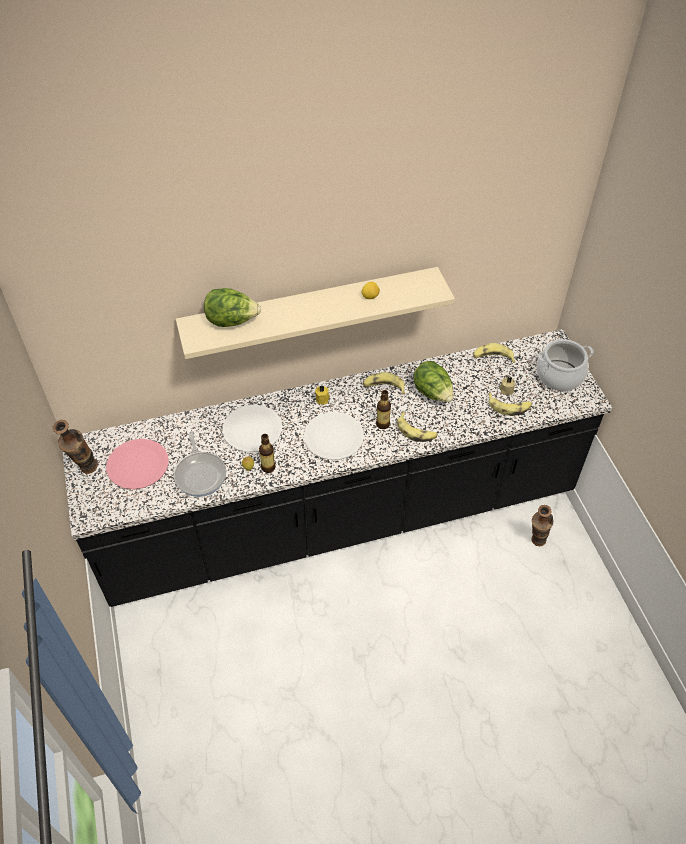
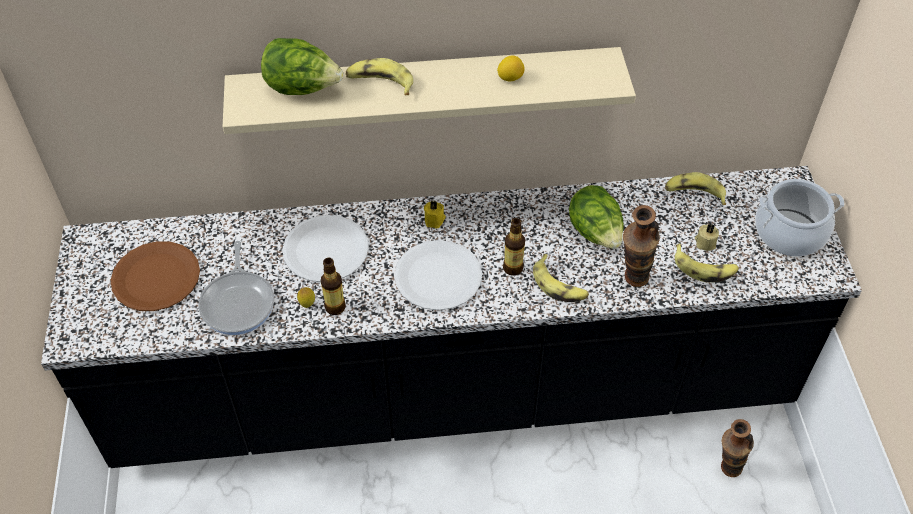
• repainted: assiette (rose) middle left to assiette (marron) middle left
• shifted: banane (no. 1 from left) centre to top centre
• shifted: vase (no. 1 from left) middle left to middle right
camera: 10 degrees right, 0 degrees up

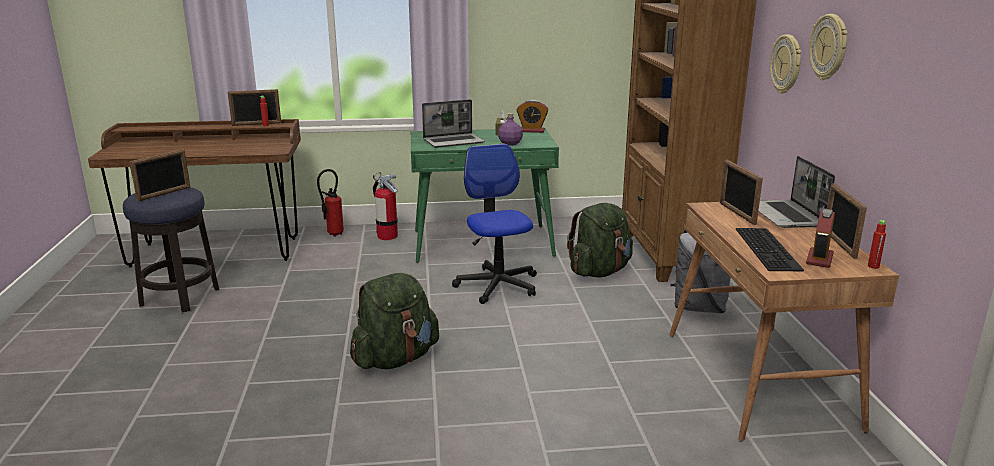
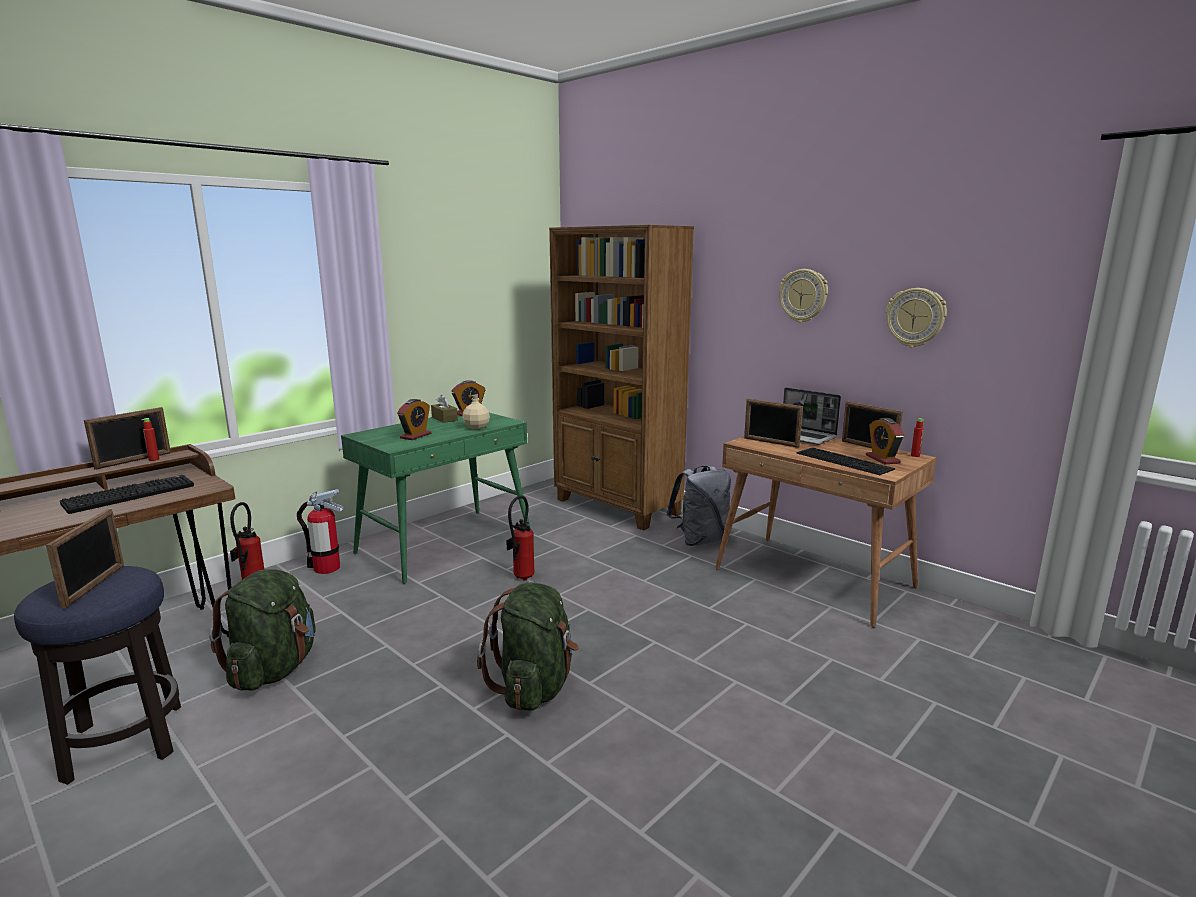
• new: clavier (no. 1 from left) middle left
• shifted: sac à dos (vert) (no. 2 from left in the first image) centre to sac à dos (vert) (no. 1 from left) bottom left
• swapped: ordinateur portable (no. 1 from left) top centre to réveil (no. 1 from left) centre
• repainted: bouteille (violet) top centre to bouteille (beige) centre
• swapped: chaise de bureau centre to extincteur (no. 3 from left) centre
• shifted: horloge murale (no. 1 from left in the first image) top right to horloge murale (no. 2 from left) middle right
camera: 40 degrees left, 5 degrees down

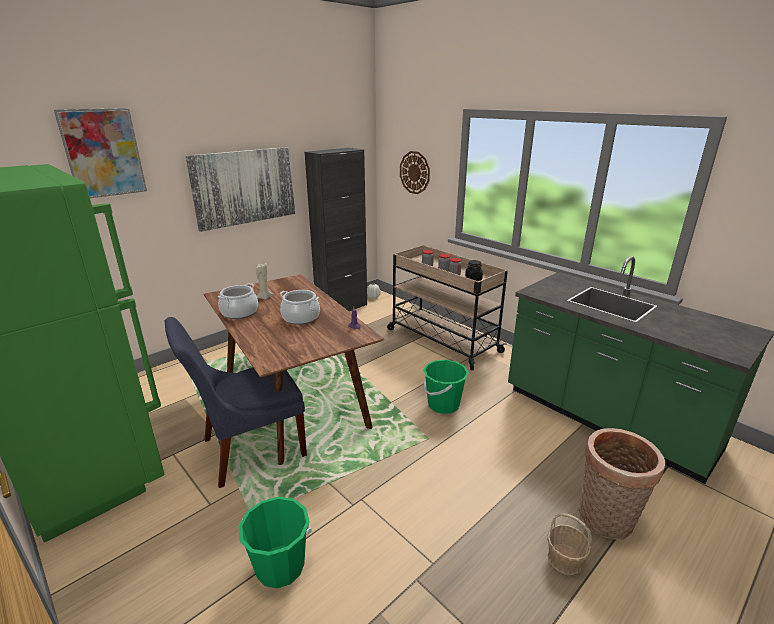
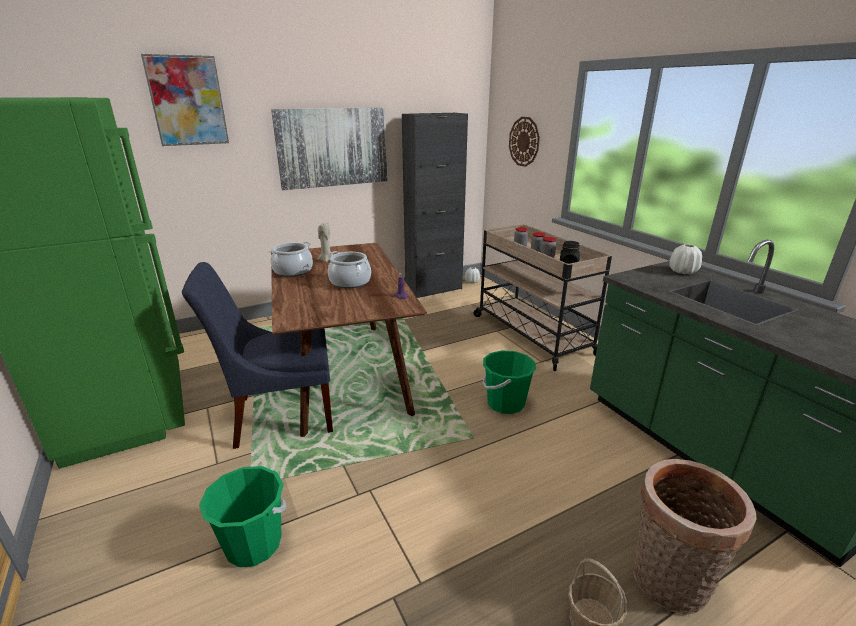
• new: vase (blanc) (no. 2 from left) middle right
camera: 15 degrees right, 0 degrees up

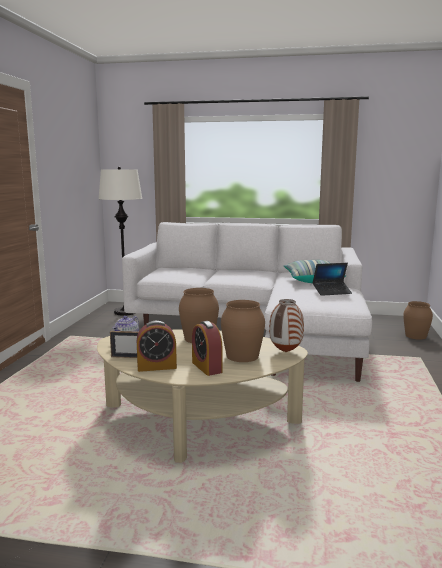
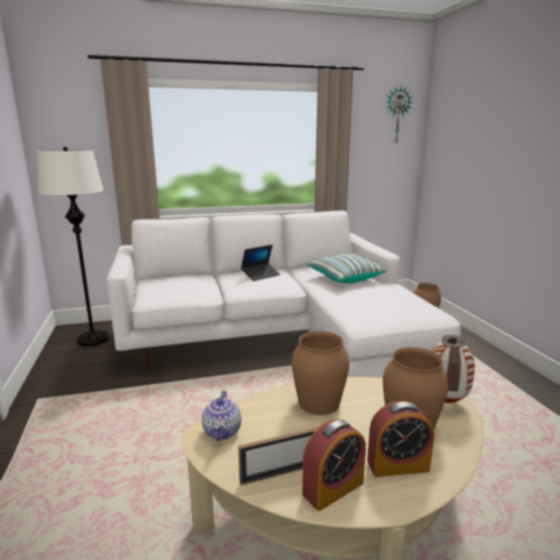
• shifted: ordinateur portable middle right to centre
• rotated: réveil (no. 2 from left) centre = bottom right 45 degrees counterclockwise
• new: horloge murale top right
camera: 25 degrees left, 5 degrees up

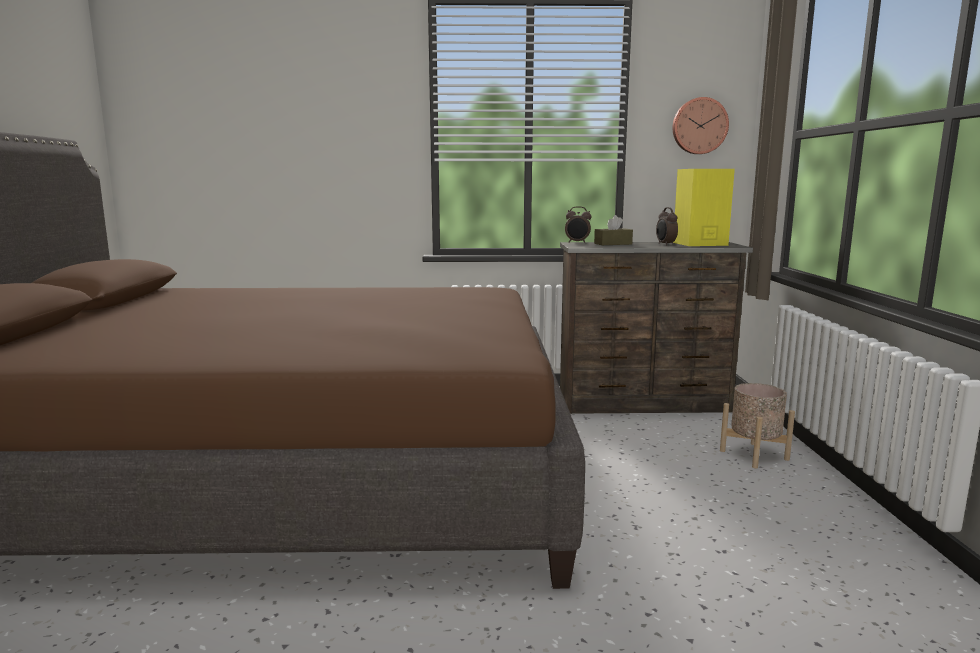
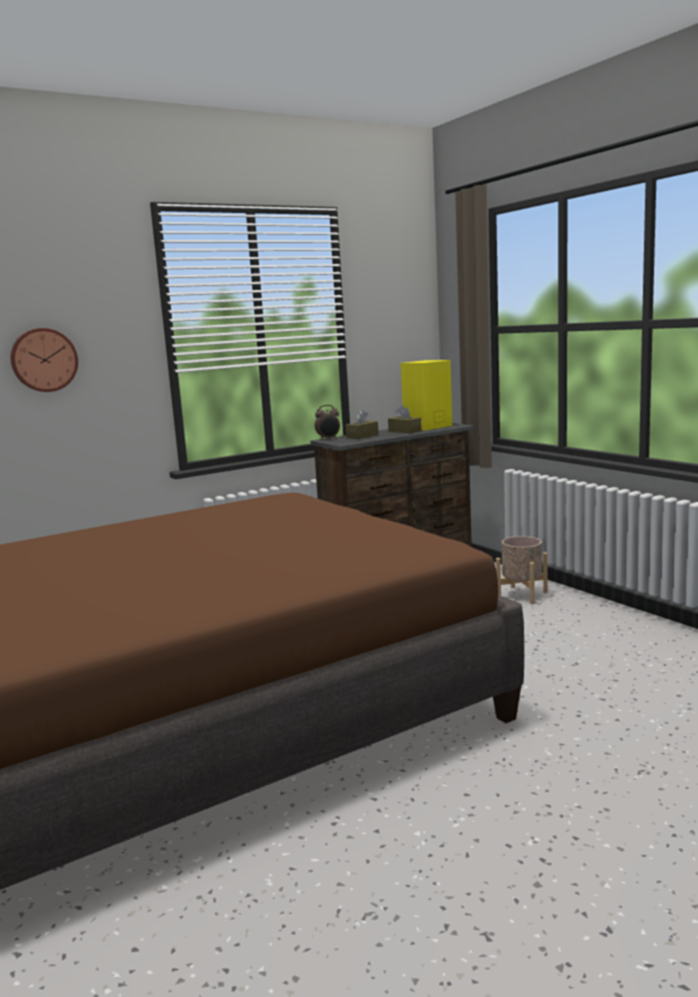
• shifted: horloge murale top right to middle left
• swapped: réveil (no. 2 from left) middle right to boîte à mouchoirs (marron) (no. 2 from left) centre
camera: 30 degrees left, 0 degrees up

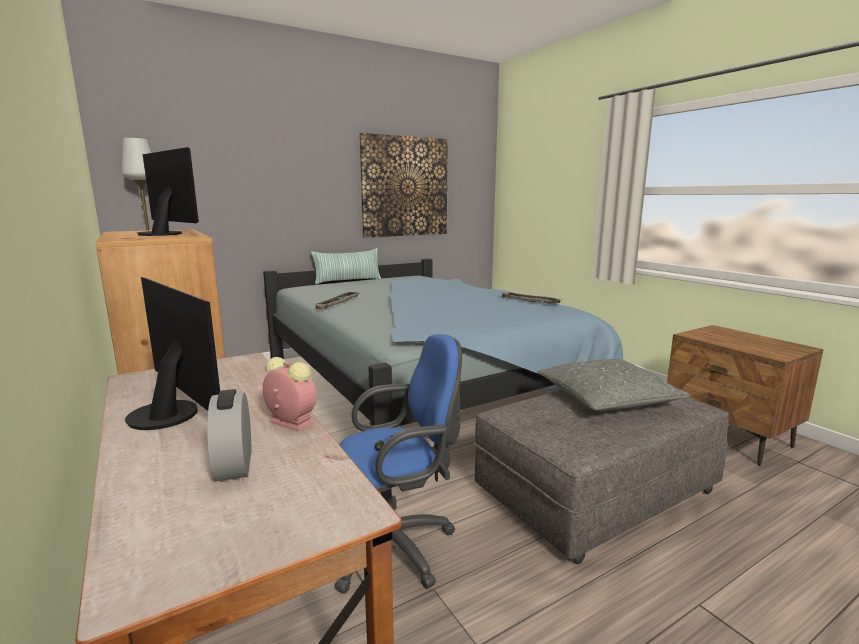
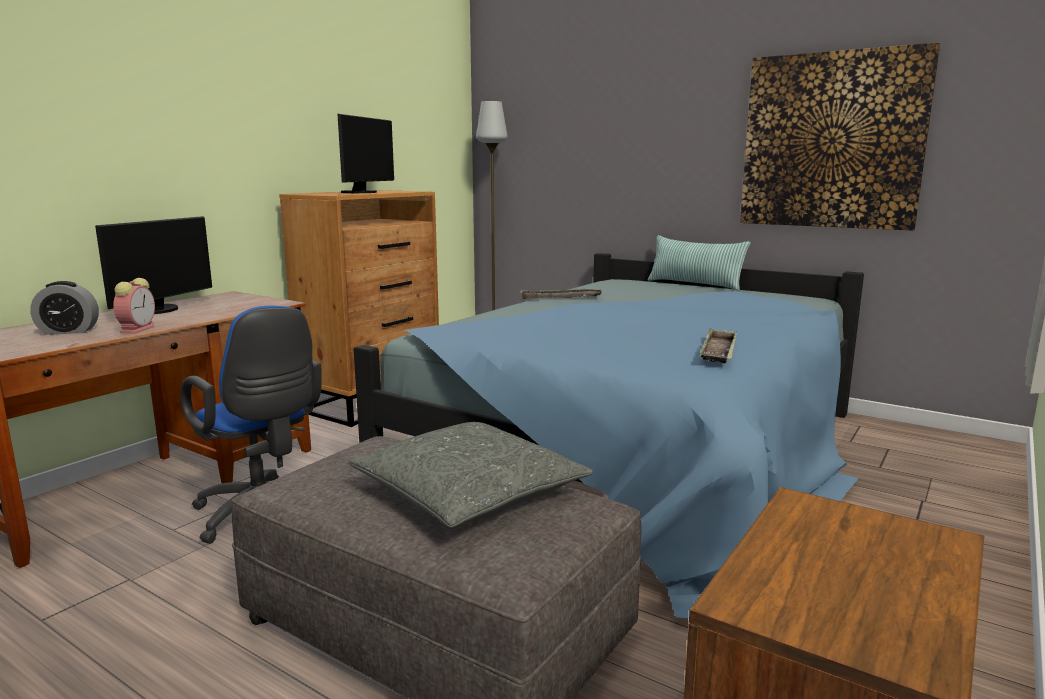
• rotated: réveil (no. 1 from left) bottom left = middle left 150 degrees counterclockwise
camera: 65 degrees right, 0 degrees up

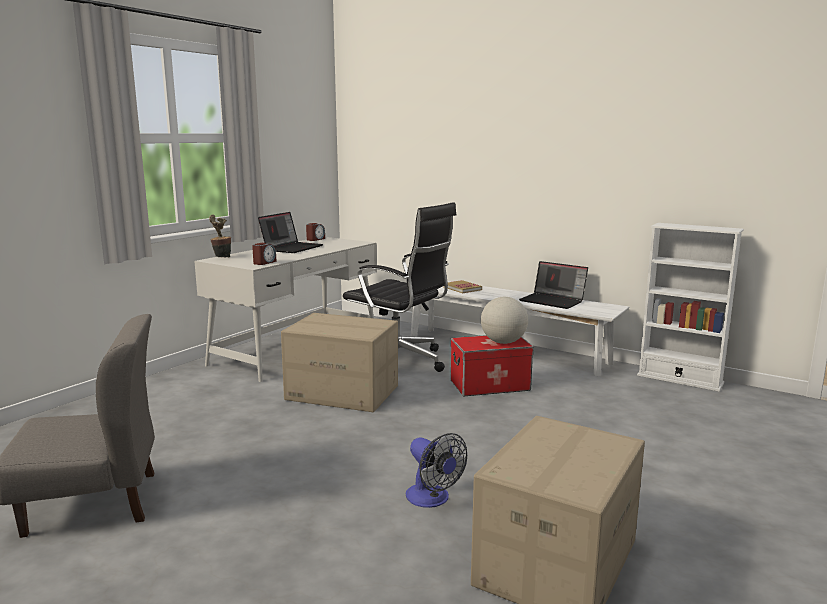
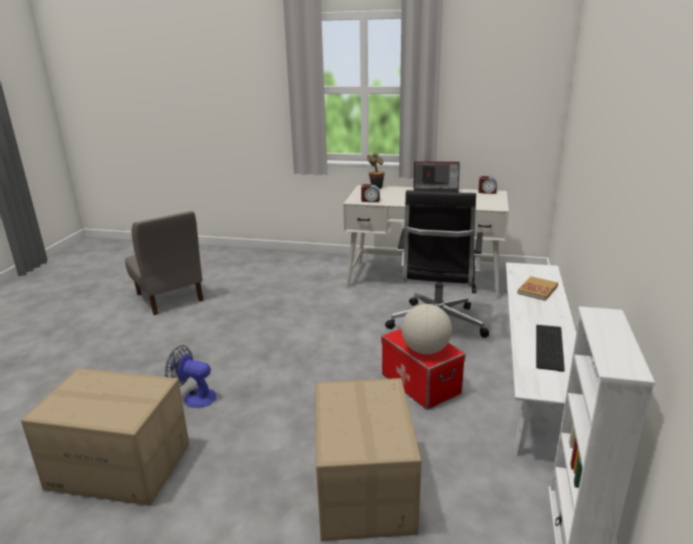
• rotated: ventilateur bottom centre = bottom left 75 degrees clockwise
• shifted: carton (no. 1 from left in the first image) centre to carton (no. 2 from left) bottom centre
• swapped: ordinateur portable (no. 2 from left) middle right to clavier middle right
camera: 70 degrees right, 10 degrees up

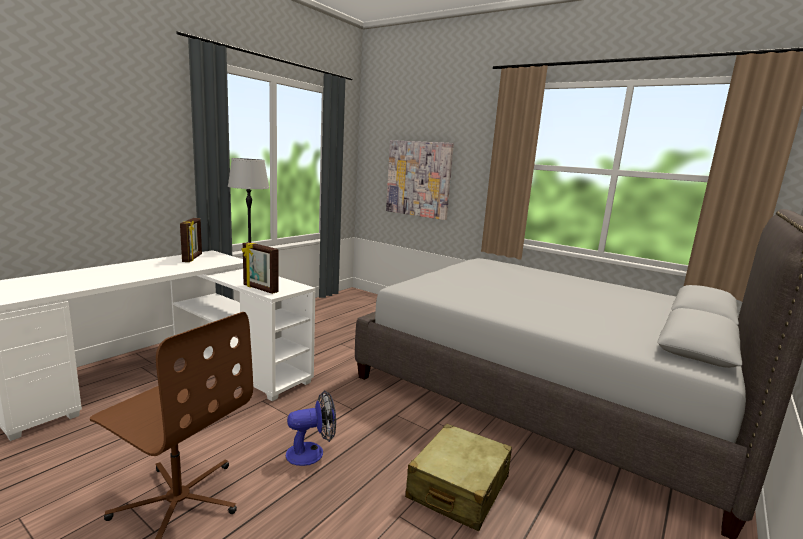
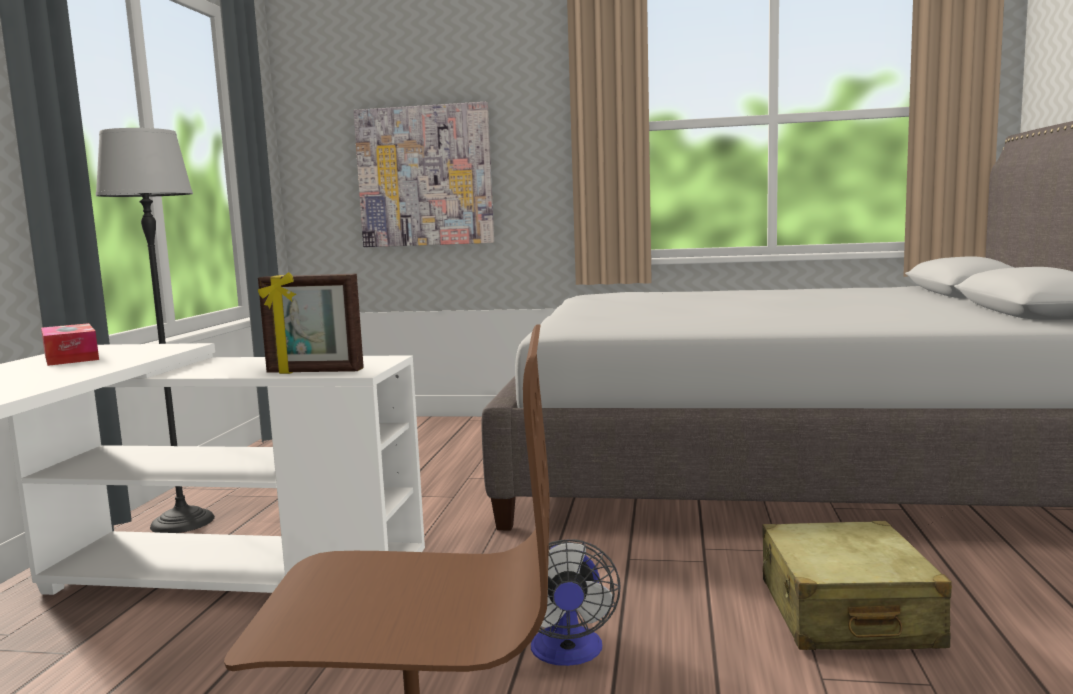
• swapped: cadre photo (no. 1 from left) middle left to boîte à mouchoirs middle left
• rotated: ventilateur bottom centre = bottom centre 135 degrees clockwise
camera: 25 degrees left, 5 degrees down

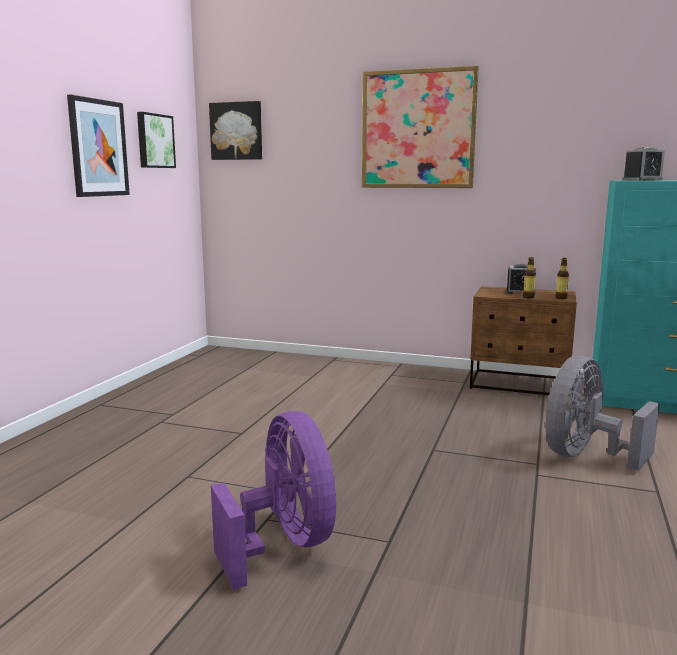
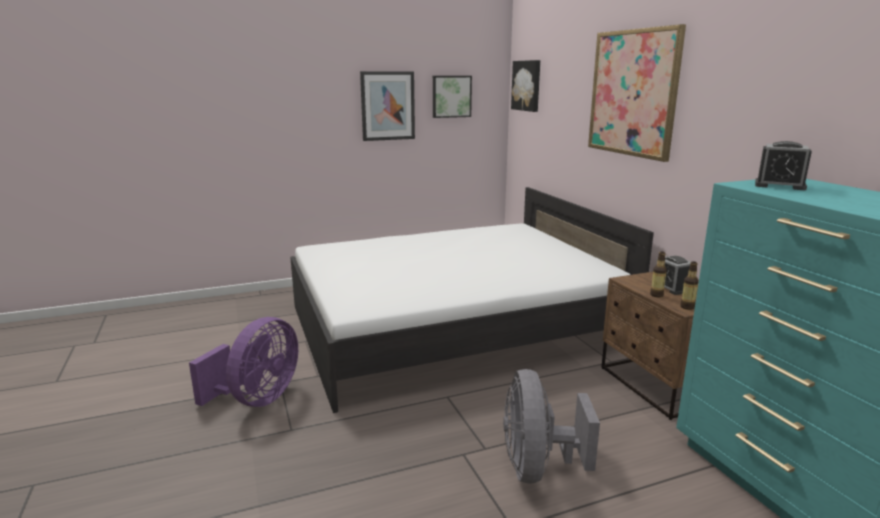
• new: lit (blanc) centre
• rotated: ventilateur (gris) middle right = bottom centre 90 degrees counterclockwise
camera: 50 degrees right, 5 degrees up

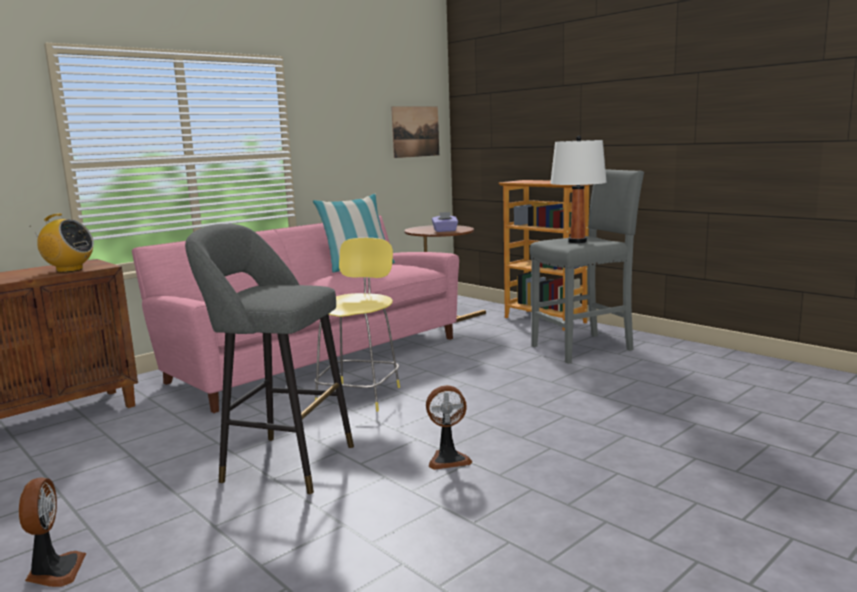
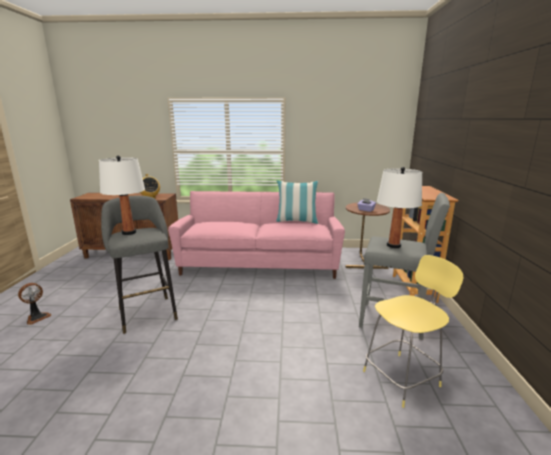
• new: lampe de table (blanc) (no. 1 from left) middle left
• shifted: tabouret (jaune) centre to bottom right
• gone: tableau top centre
• gone: ventilateur (no. 2 from left) bottom centre
camera: 45 degrees right, 5 degrees up

